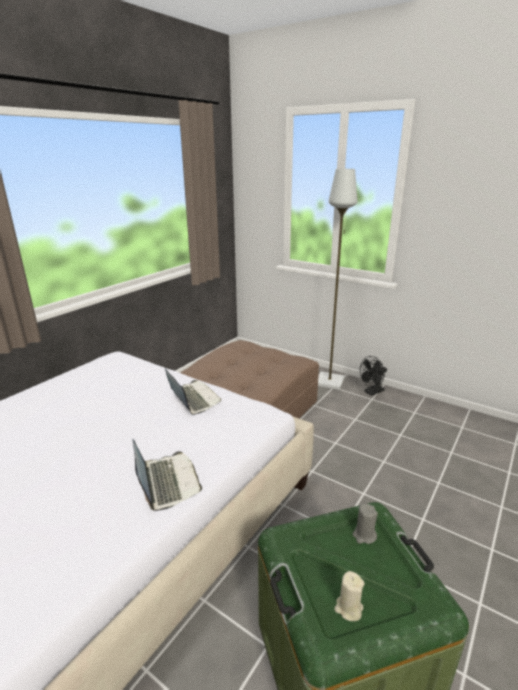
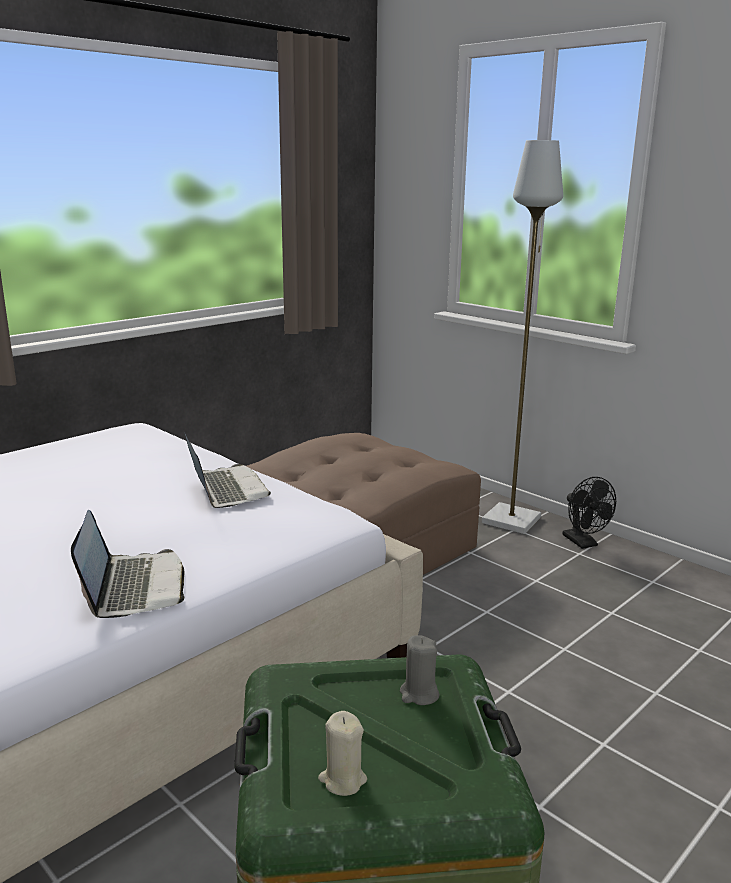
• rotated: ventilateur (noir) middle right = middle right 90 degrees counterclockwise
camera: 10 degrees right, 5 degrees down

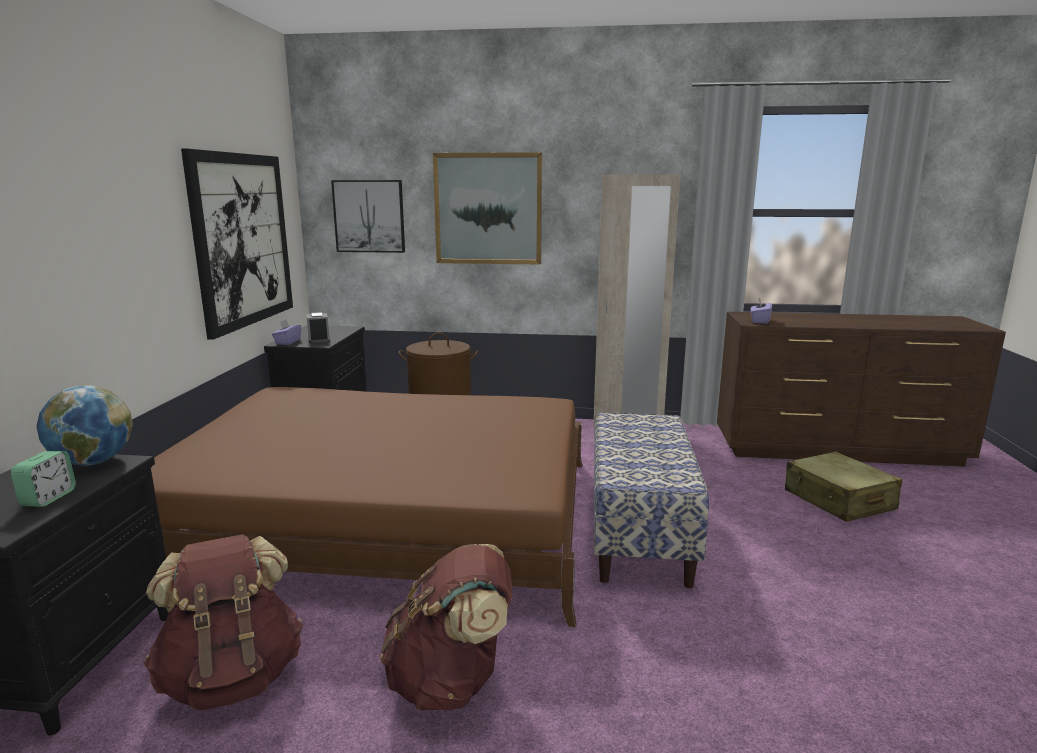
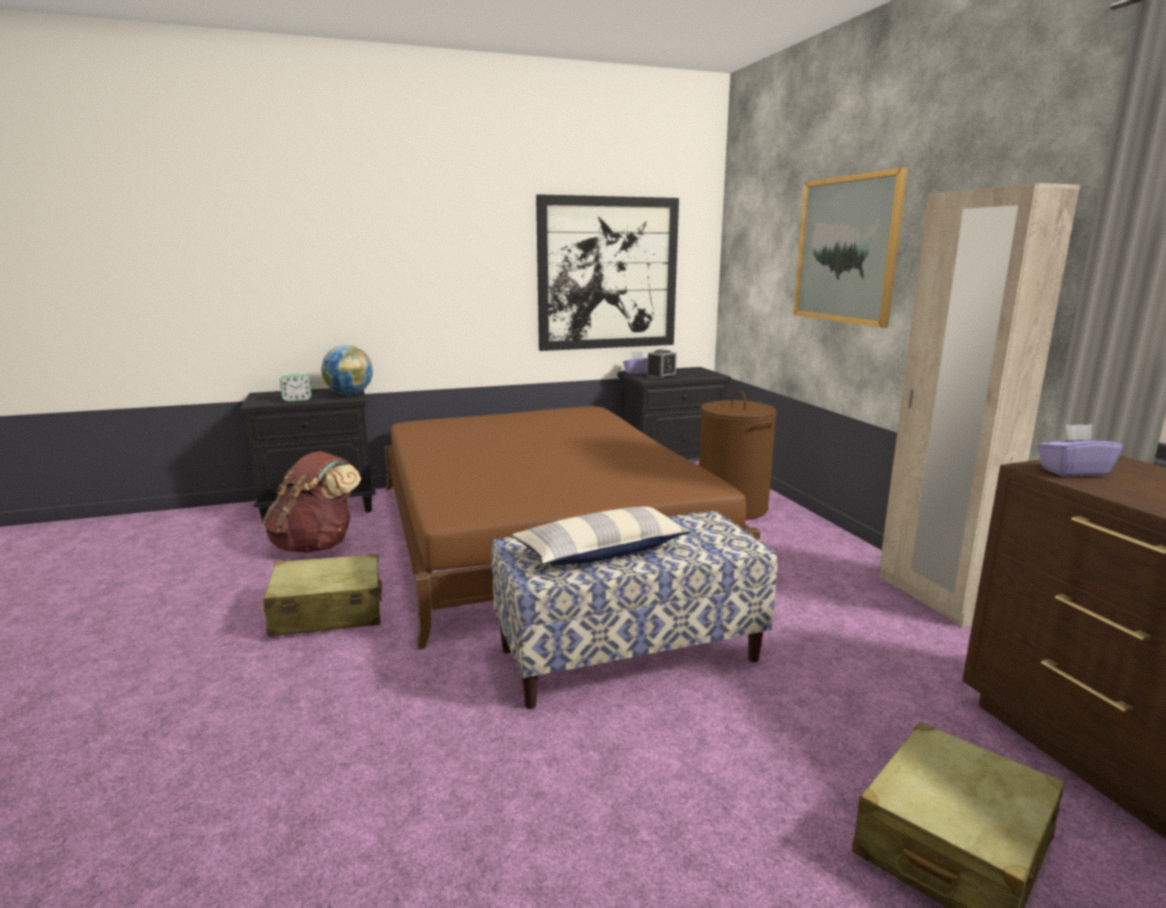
• swapped: sac à dos (marron) (no. 2 from left) bottom centre to valise (beige) (no. 1 from left) middle left
• new: coussin centre
• gone: tableau (no. 2 from left) top centre
camera: 65 degrees right, 0 degrees up

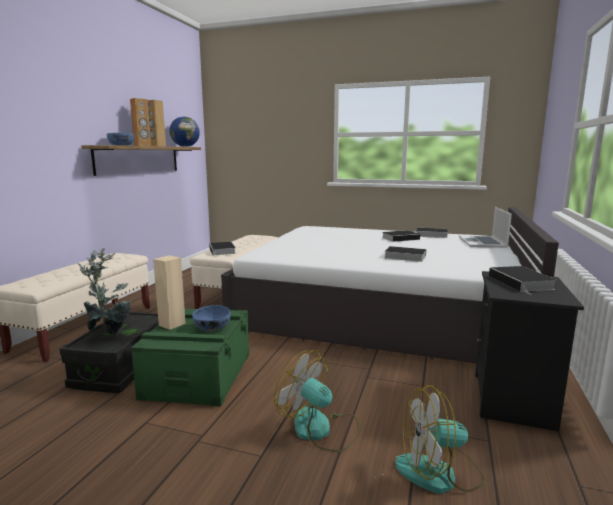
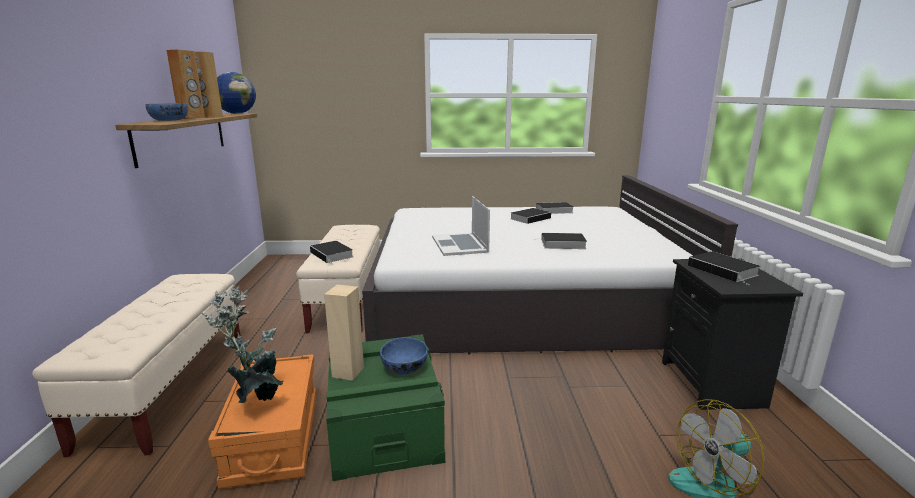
• repainted: boîte de rangement (noir) bottom left to boîte de rangement (orange) bottom left
• shifted: ordinateur portable middle right to centre
• gone: ventilateur (no. 1 from left) bottom centre
camera: 20 degrees left, 5 degrees up

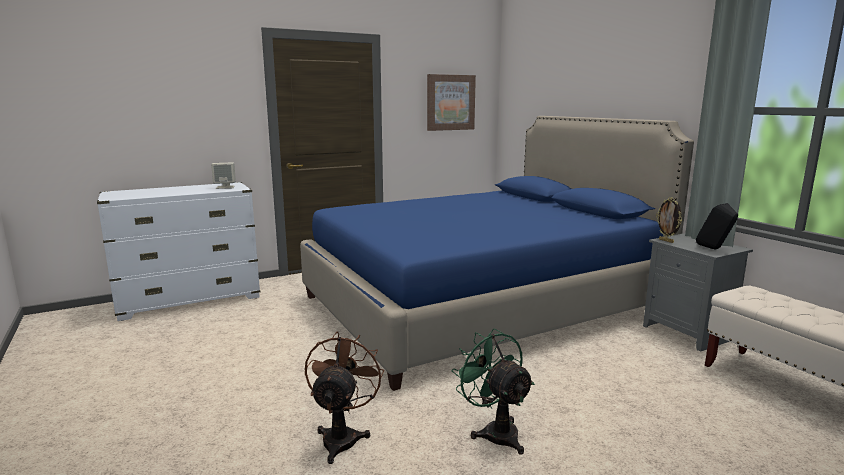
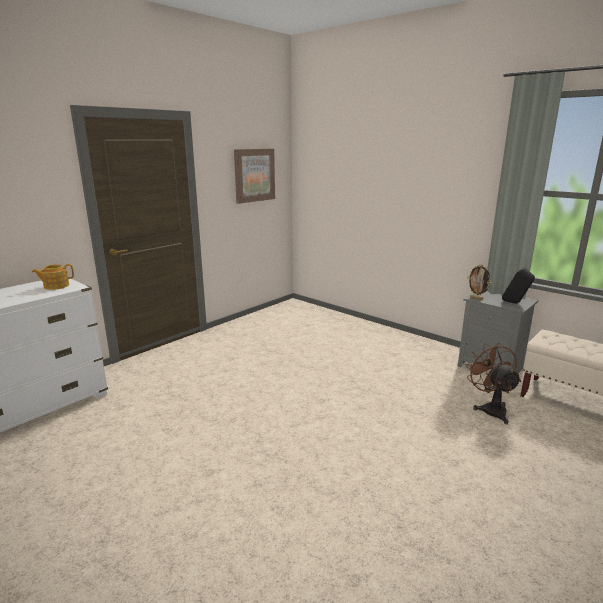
• swapped: enceinte (beige) middle left to théière middle left
• shifted: ventilateur (marron) bottom centre to middle right
• gone: lit (bleu) centre
• gone: ventilateur (vert) bottom centre
camera: 20 degrees left, 5 degrees up

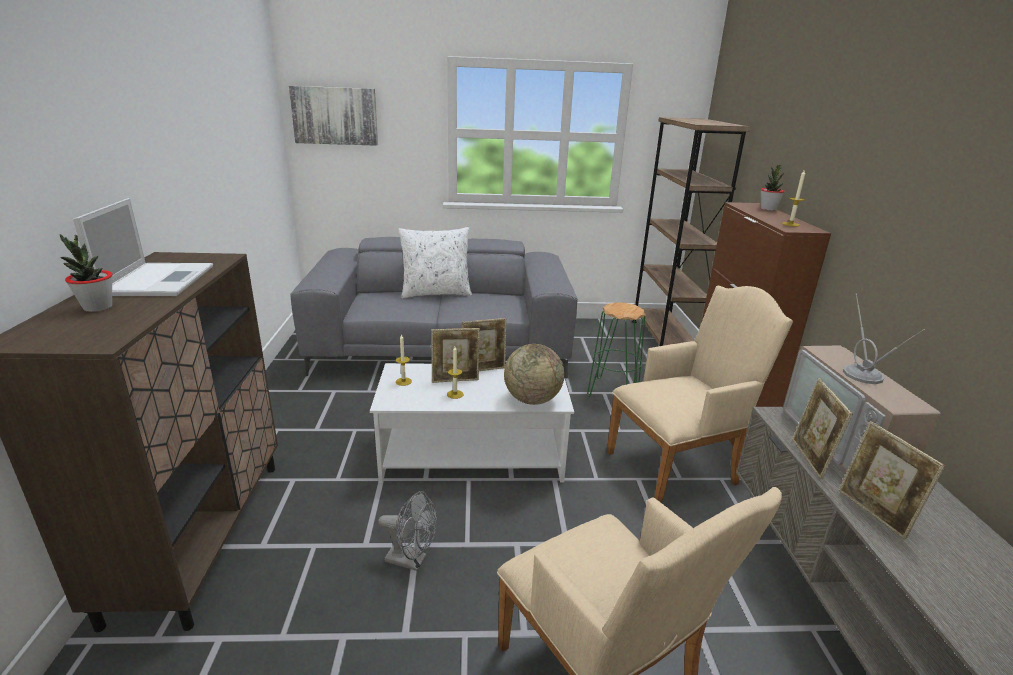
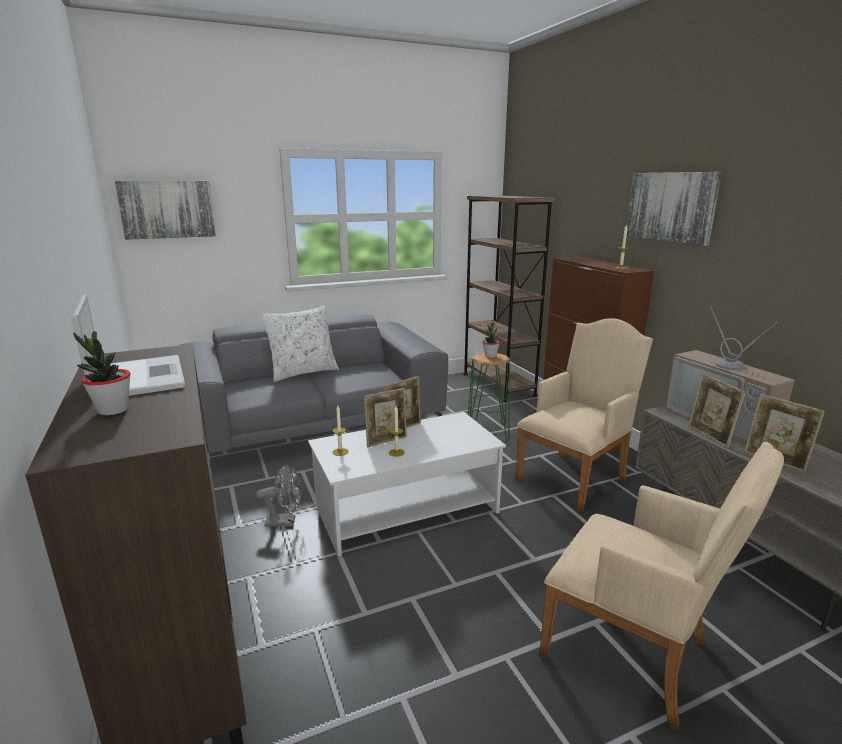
• shifted: ventilateur (gris) bottom centre to bottom left
• shifted: plante en pot (no. 2 from left) top right to centre
• new: tableau (no. 2 from left) top right
• gone: globe centre
camera: 20 degrees left, 5 degrees down

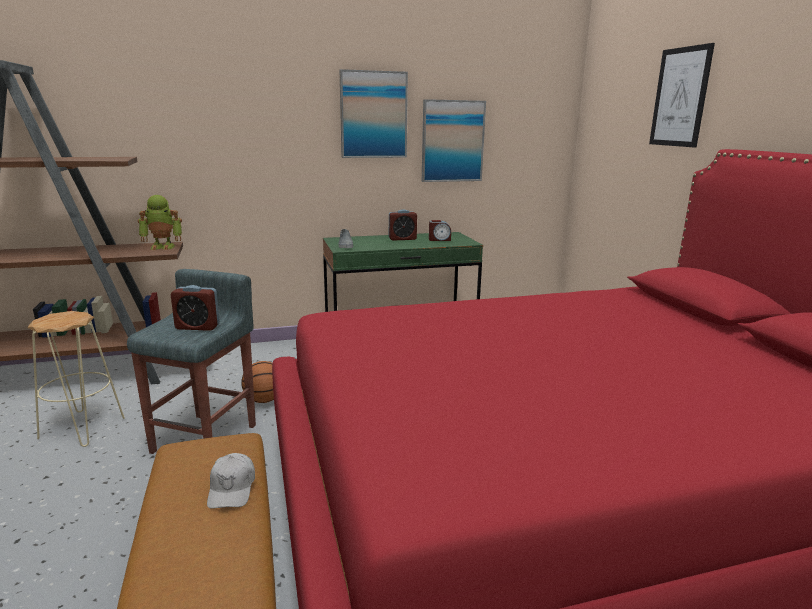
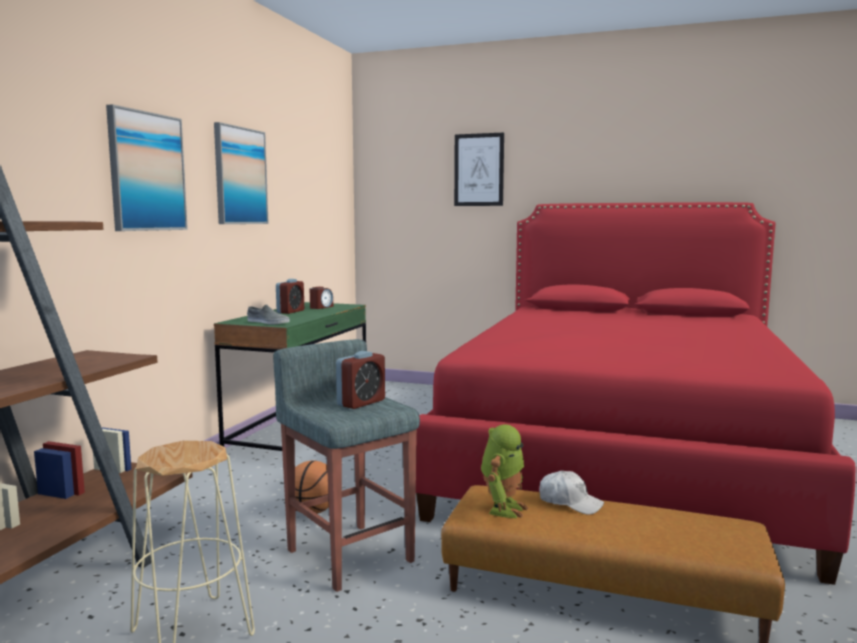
• shifted: tableau (no. 2 from left in the first image) top centre to tableau (no. 1 from left) top left
• shifted: robot jouet middle left to bottom centre
camera: 55 degrees left, 10 degrees down

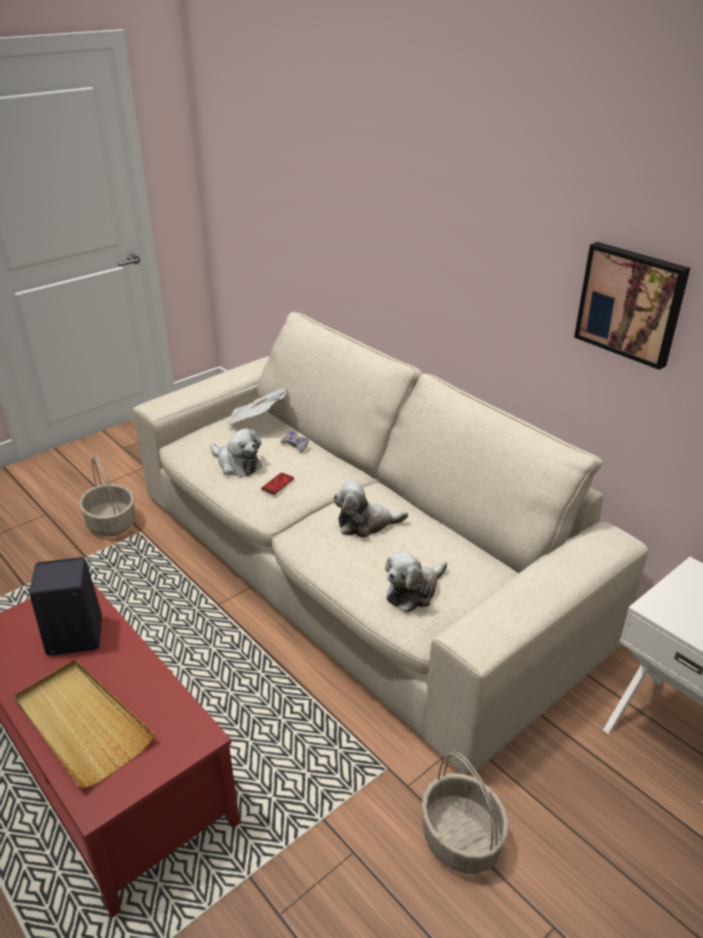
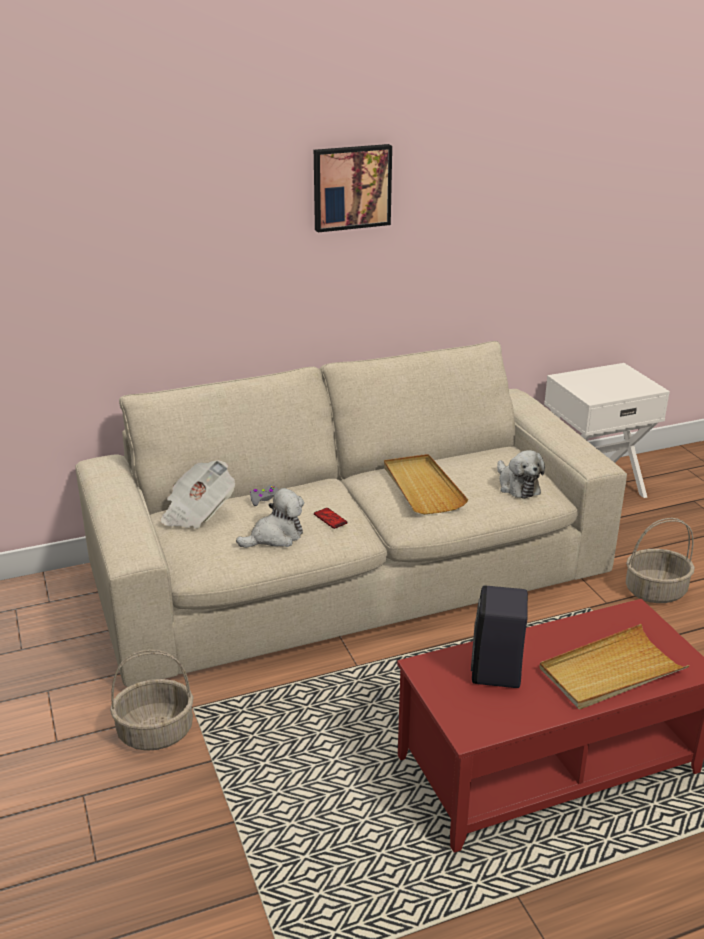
• shifted: tableau top right to top centre
• swapped: peluche (no. 2 from left) centre to plateau (beige) (no. 1 from left) centre
camera: 70 degrees left, 5 degrees down

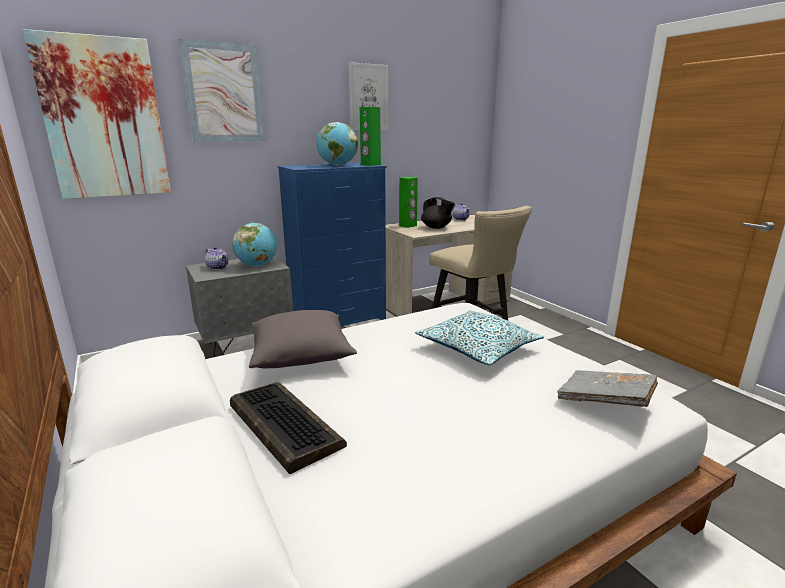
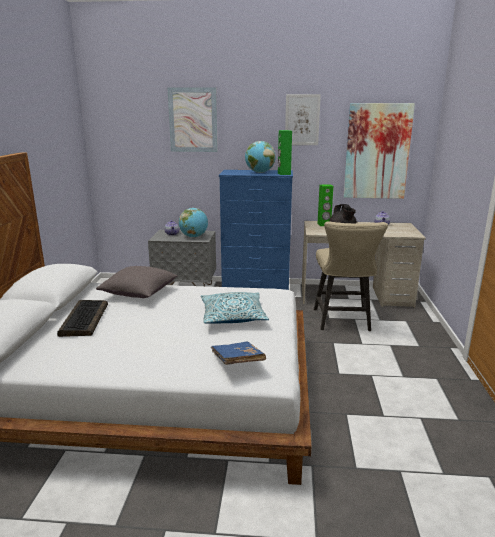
• repainted: livre (gris) middle right to livre (bleu) centre
• shifted: tableau (no. 1 from left in the first image) top left to tableau (no. 3 from left) top right
camera: 35 degrees right, 0 degrees up

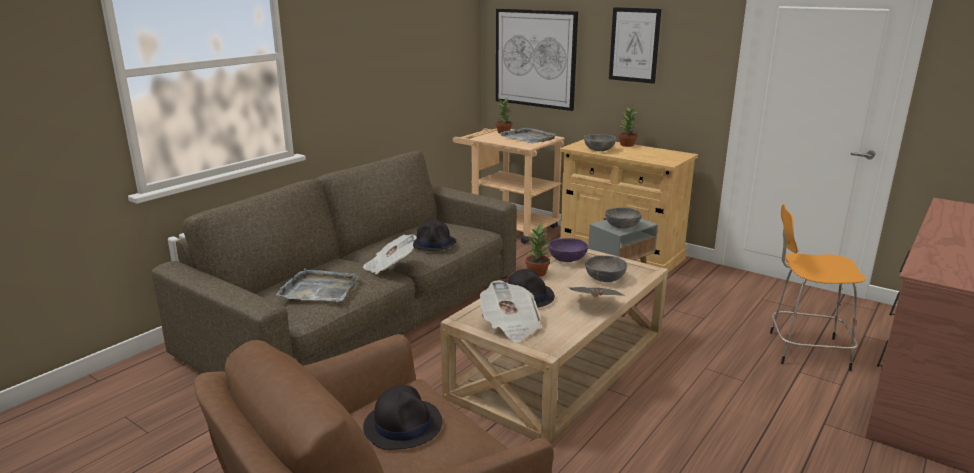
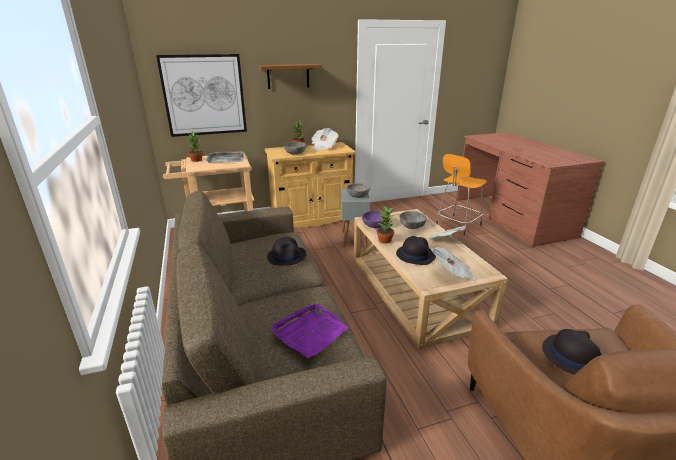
• swapped: tableau (no. 2 from left) top centre to étagère (marron) top centre
• repainted: plateau (gris) (no. 1 from left) middle left to plateau (violet) bottom centre
• shifted: journal (no. 1 from left) centre to top centre
camera: 55 degrees left, 5 degrees up

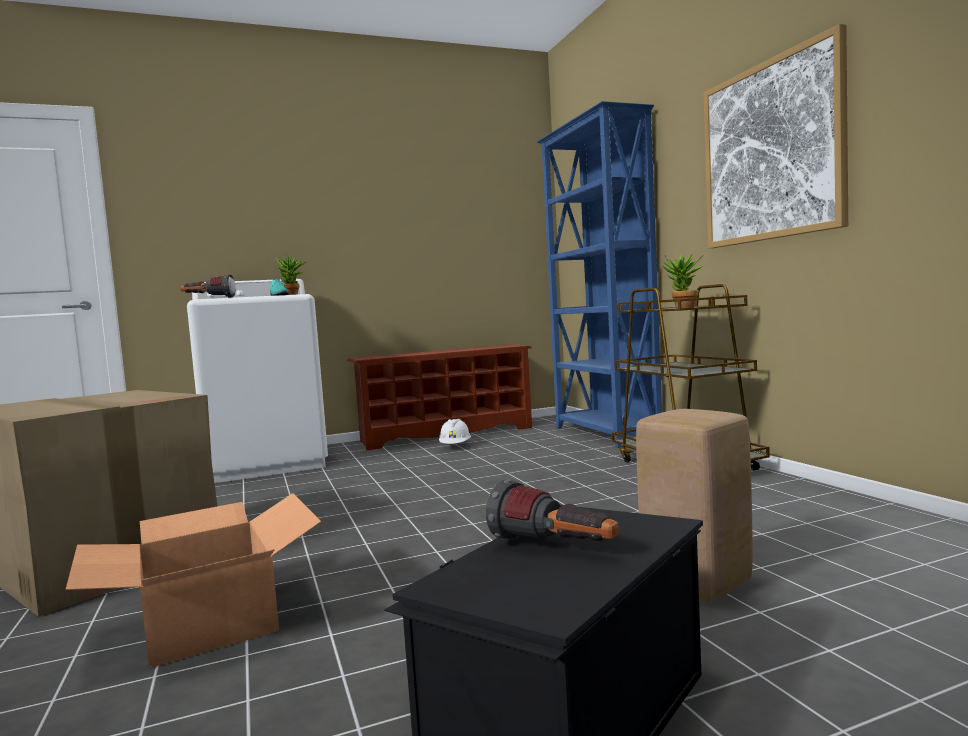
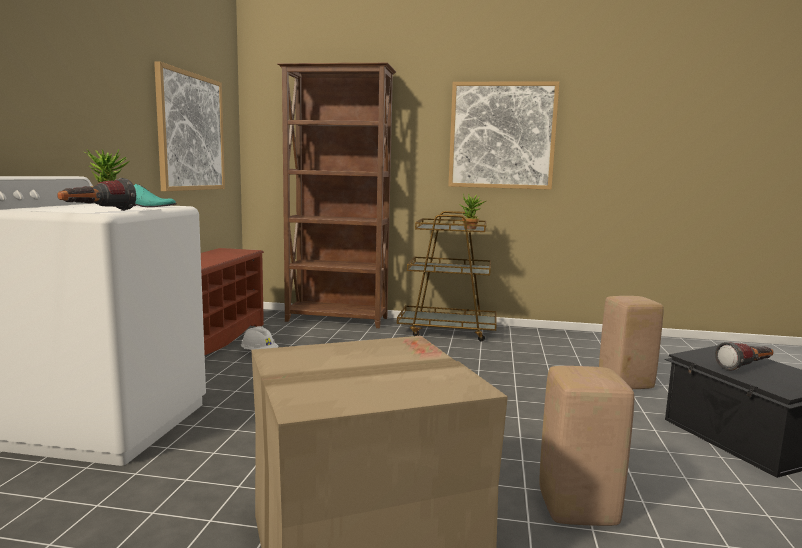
• new: tableau (no. 1 from left) top left
• repainted: bibliothèque (bleu) centre to bibliothèque (marron) centre
• swapped: carton (no. 2 from left) bottom left to tabouret (beige) (no. 1 from left) bottom right
camera: 60 degrees left, 5 degrees up

